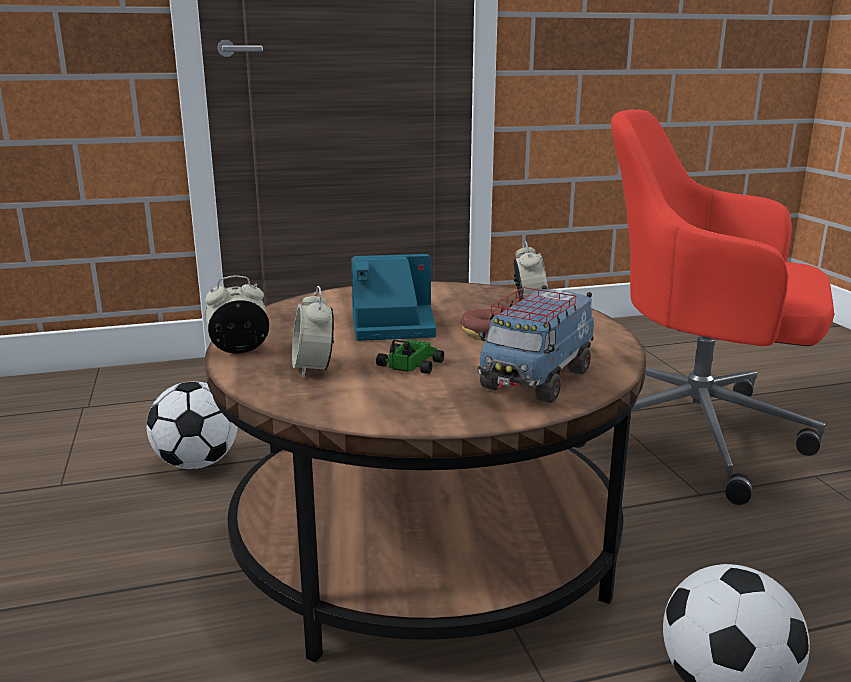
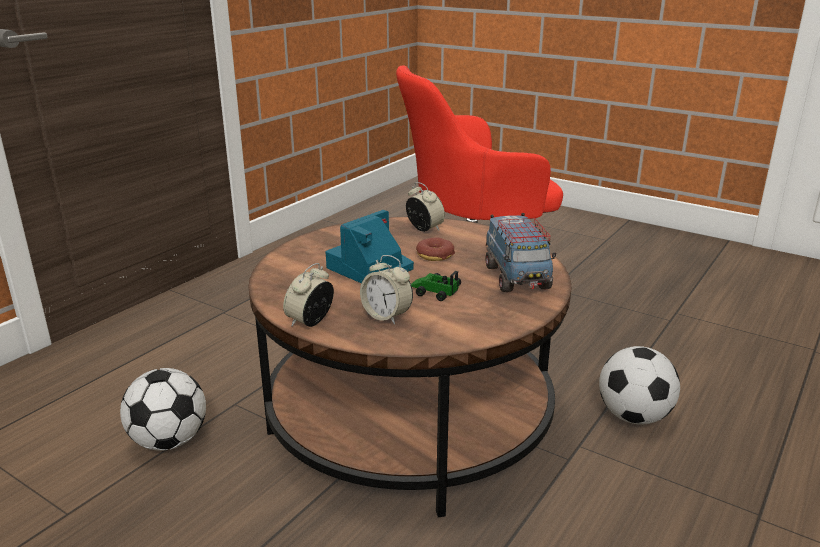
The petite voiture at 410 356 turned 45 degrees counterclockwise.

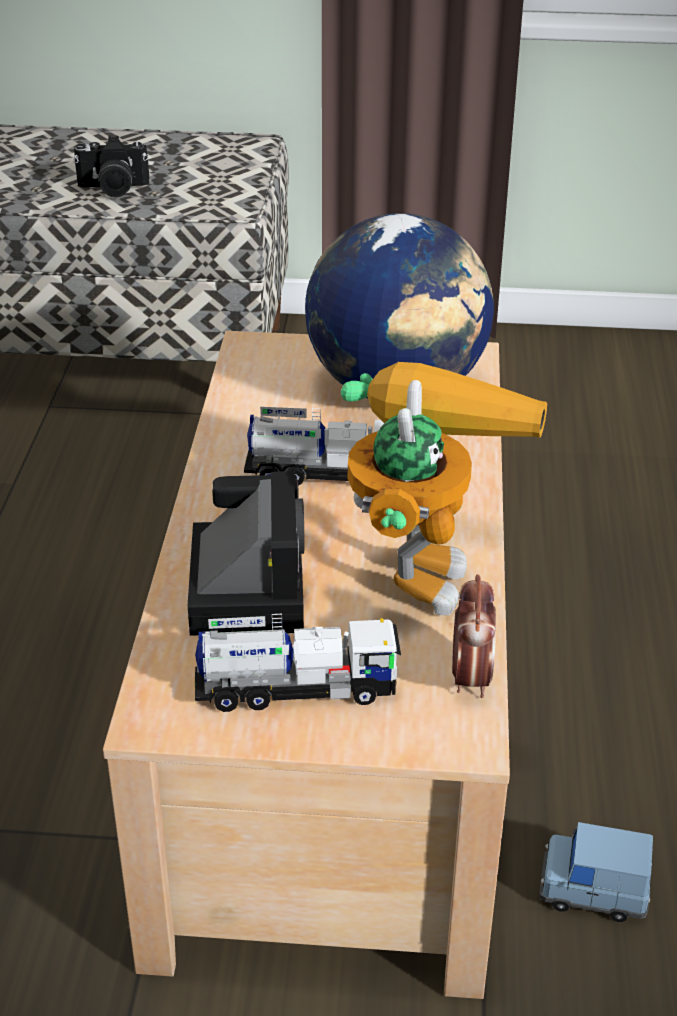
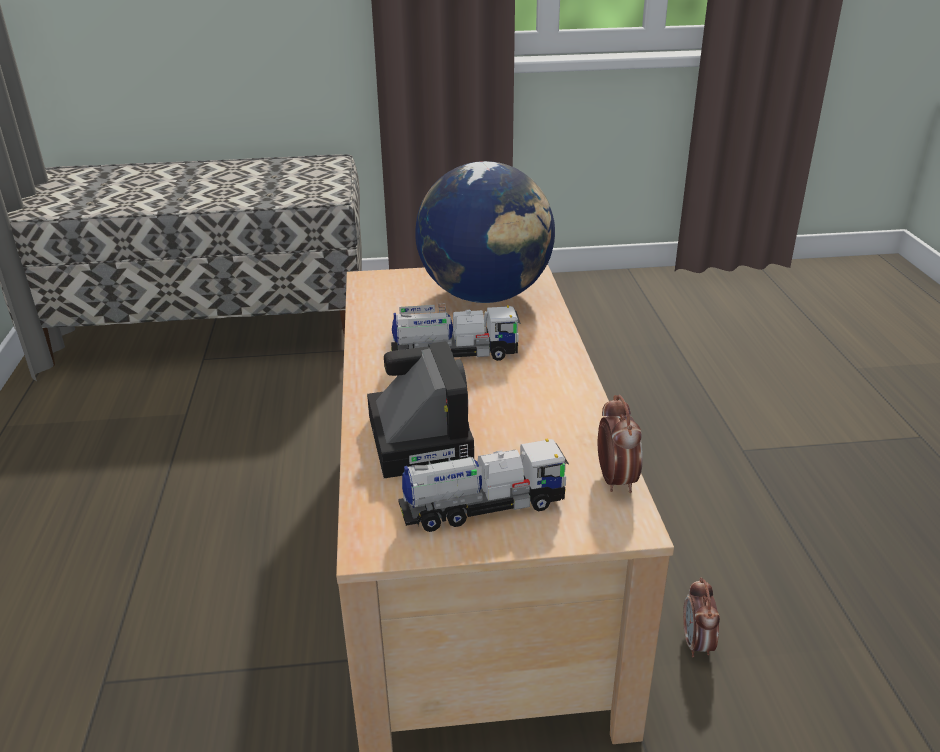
The petite voiture (bleu) at 596 872 was replaced by the réveil at 701 617. The appareil photo at 111 166 disappeared. The robot jouet at 444 488 disappeared.

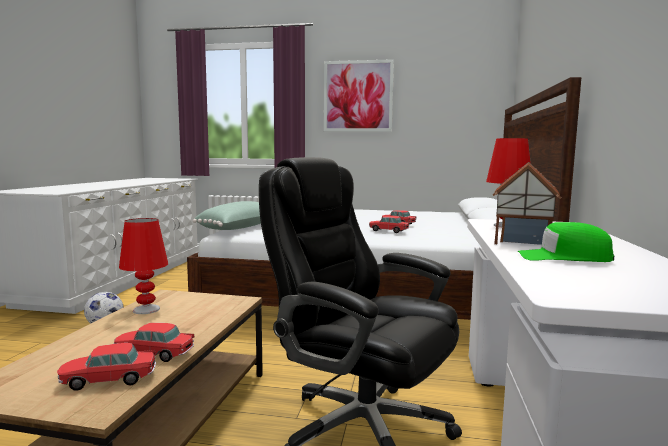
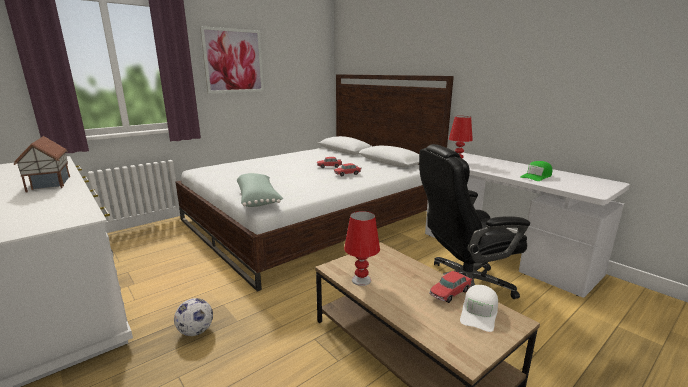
The maison miniature moved from 526 203 to 42 164. The petite voiture at 106 367 was replaced by the casquette (blanc) at 479 308.

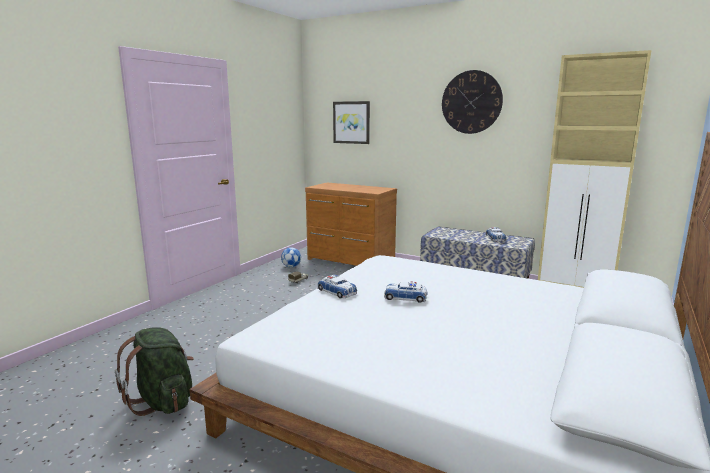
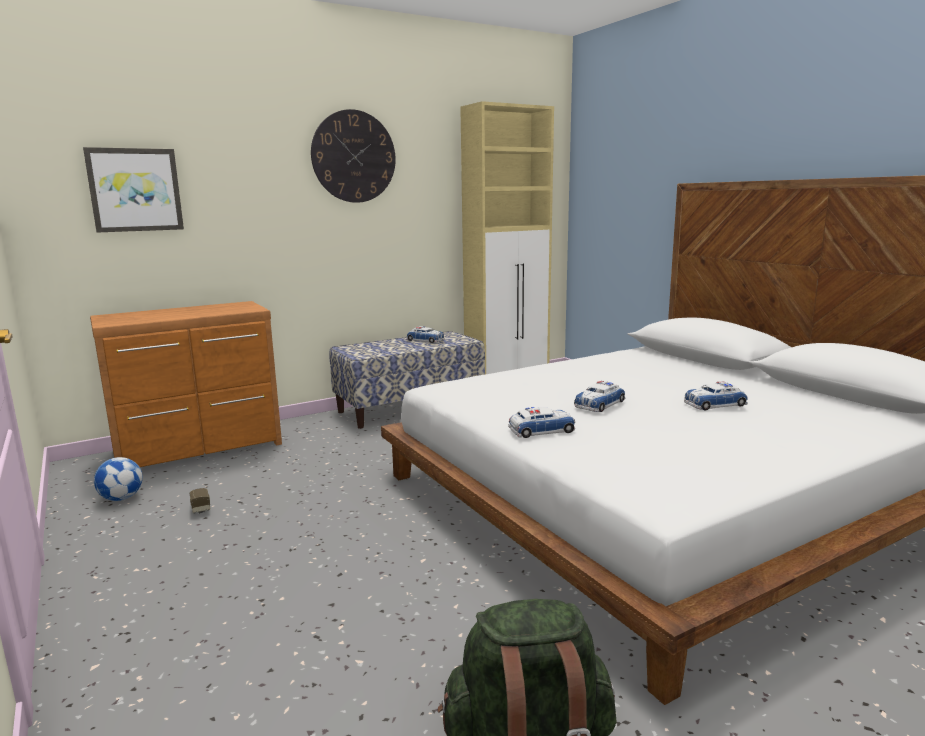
The petite voiture at 716 396 appeared.

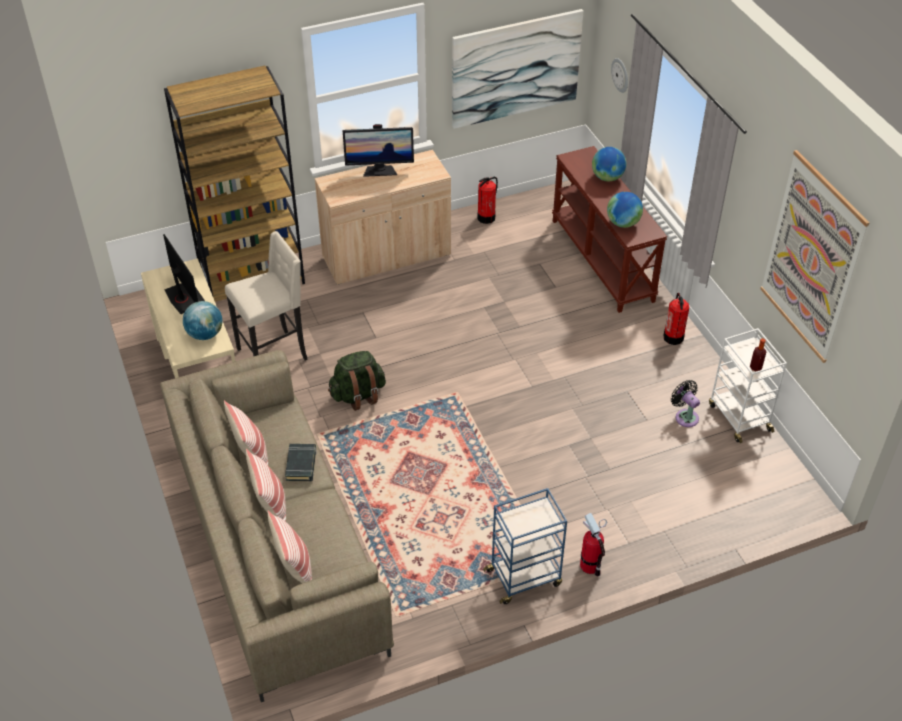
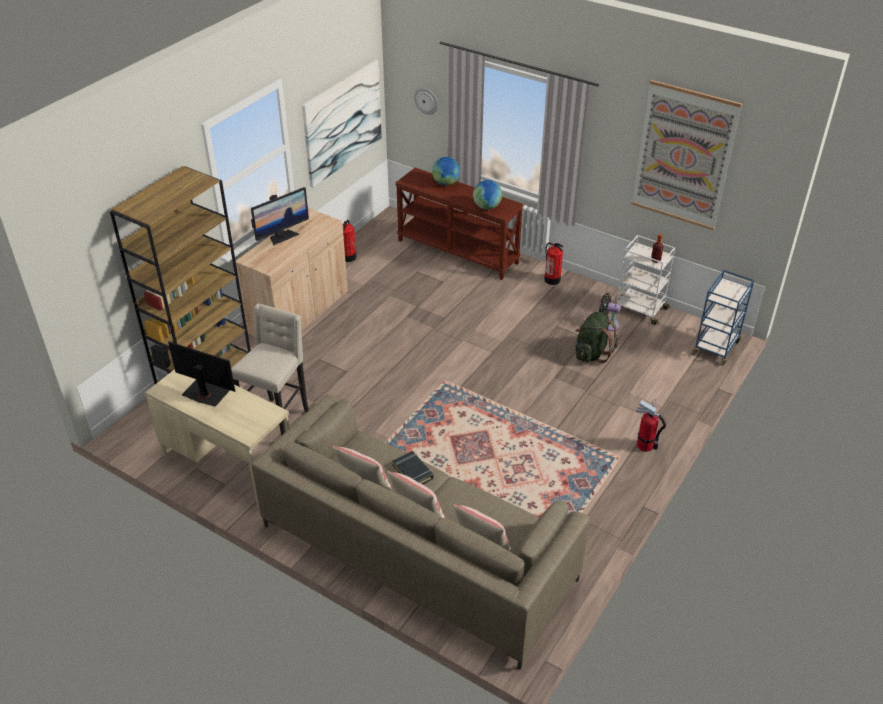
The sac à dos (vert) moved from 357 381 to 596 337. The chariot (bleu) moved from 525 546 to 722 318. The globe at 203 320 disappeared.

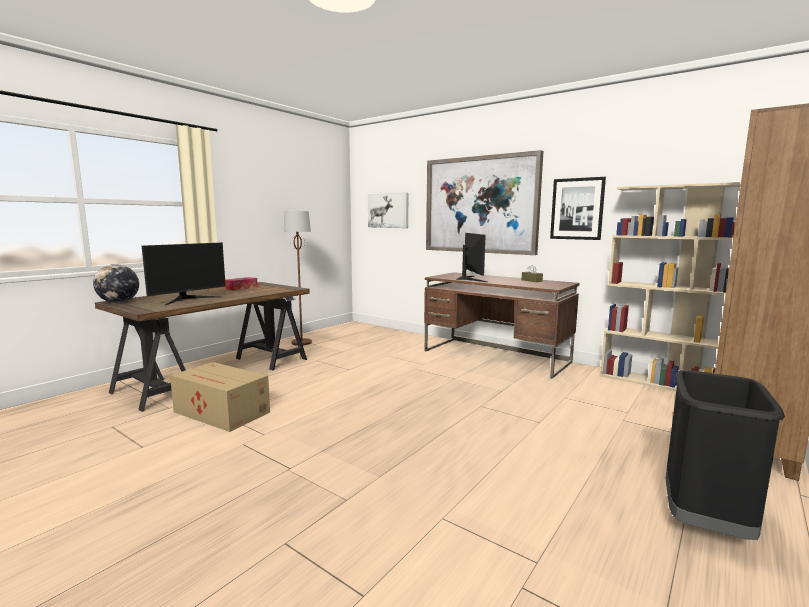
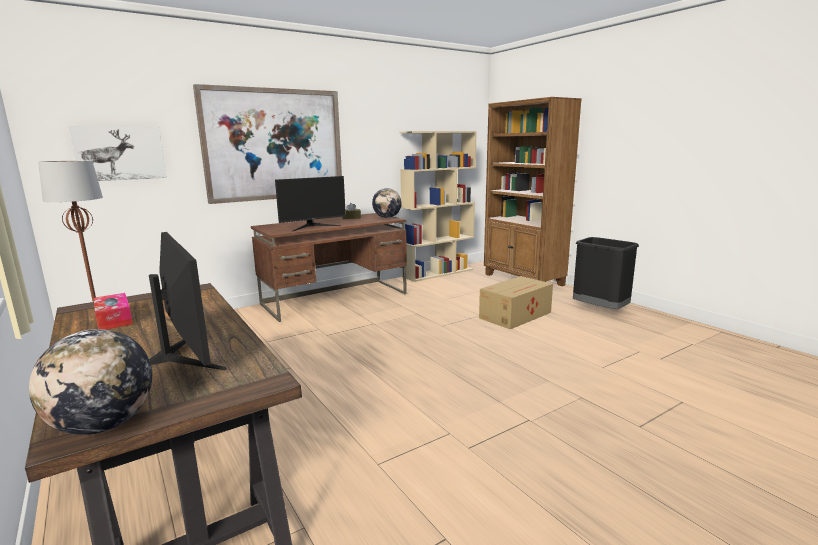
The écran d'ordinateur at 472 257 turned 135 degrees clockwise. The globe at 387 203 appeared. The carton moved from 220 397 to 516 302. The tableau at 578 208 disappeared.

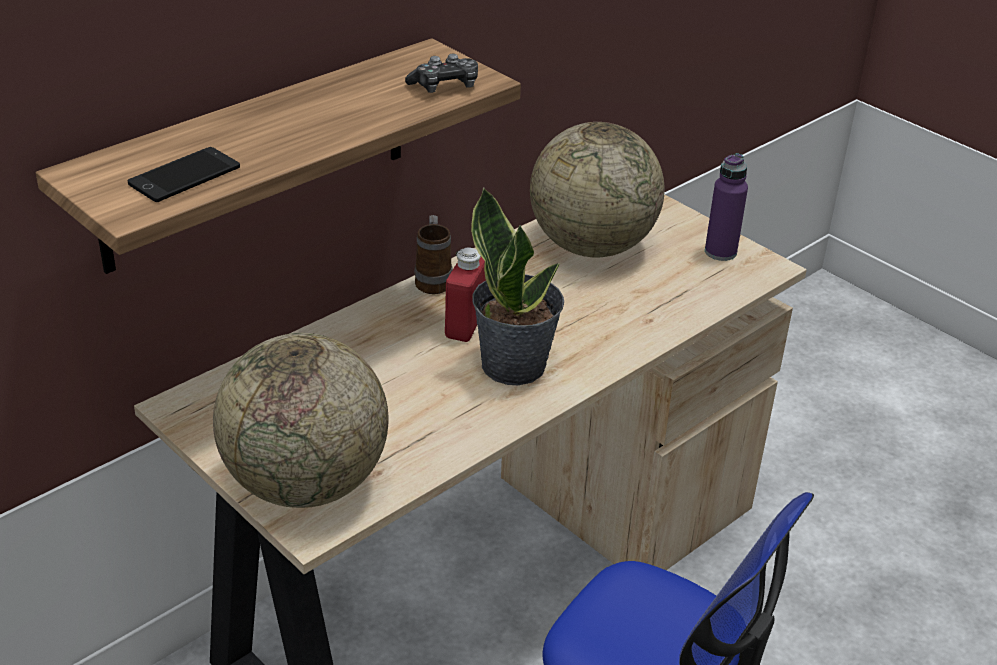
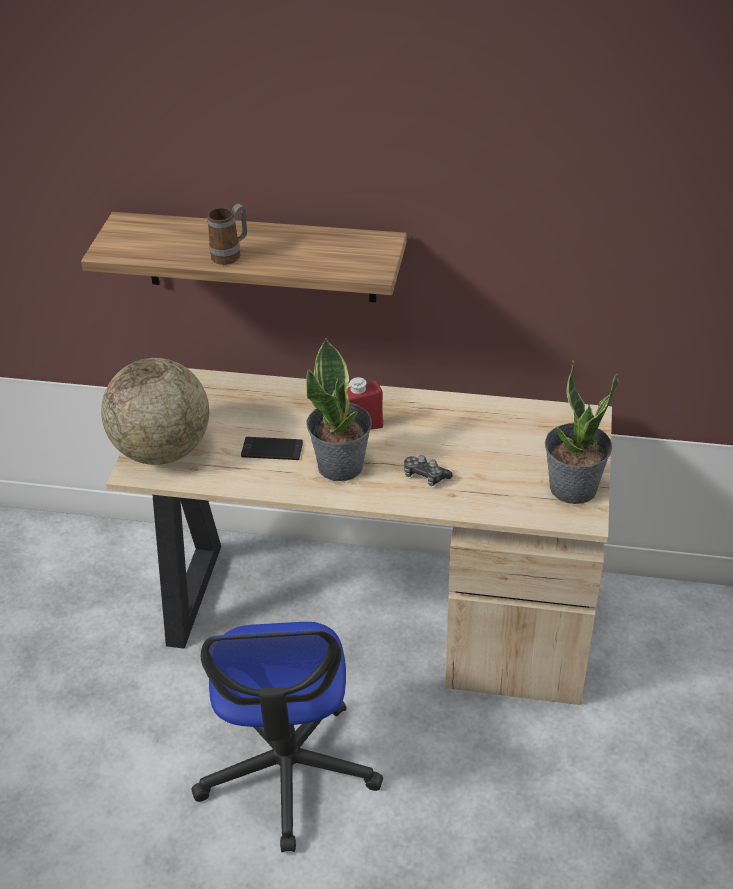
The mug moved from 433 254 to 227 234. The téléphone moved from 184 174 to 272 448. The manette moved from 441 73 to 428 470. The bouteille (violet) at 726 207 was replaced by the plante en pot at 582 432. The globe at 597 189 disappeared.

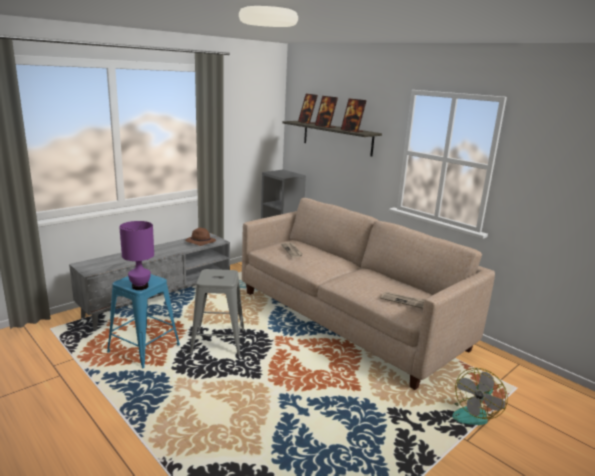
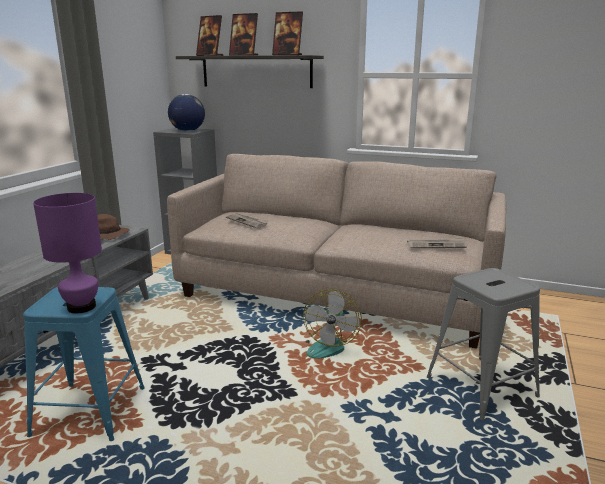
The globe at 186 112 appeared. The ventilateur moved from 480 396 to 332 323. The tabouret (gris) moved from 217 312 to 483 344.

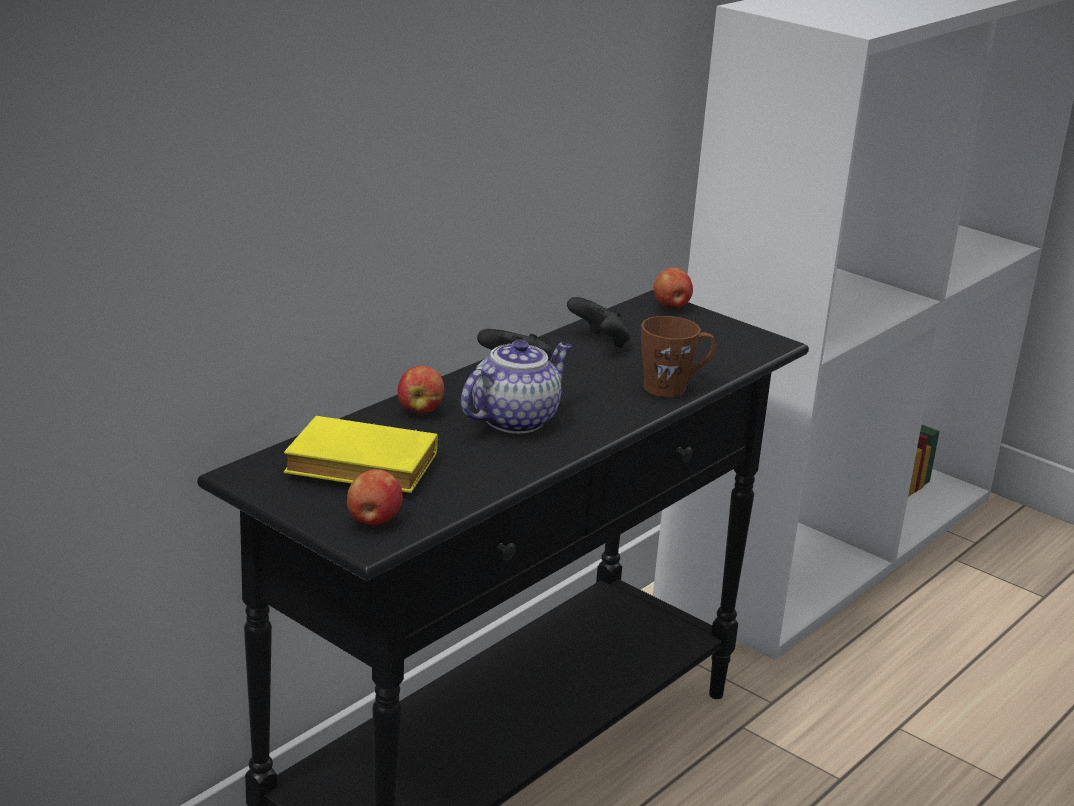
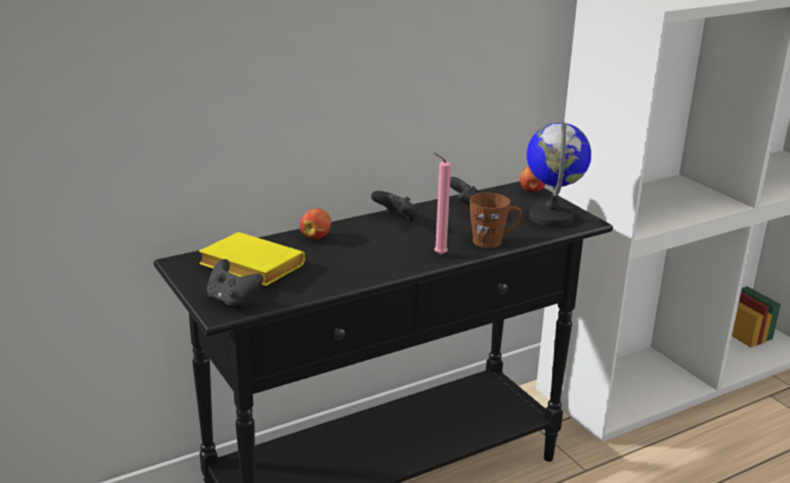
The pomme at 375 497 was replaced by the manette (noir) at 235 284. The bougie (rose) at 442 204 appeared. The globe at 559 174 appeared. The théière at 516 387 disappeared.

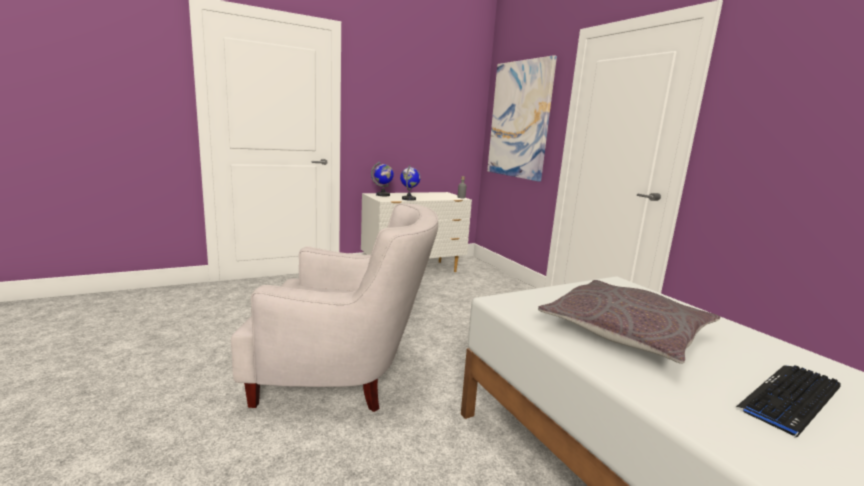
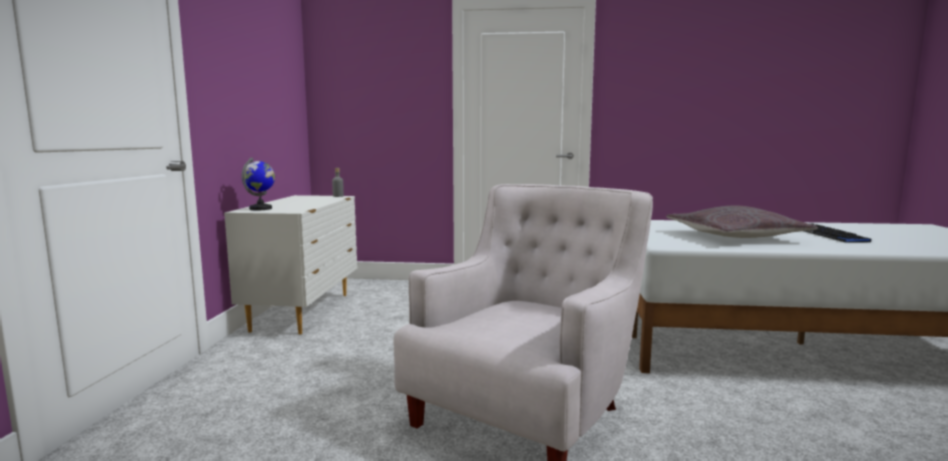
The globe at 410 183 disappeared. The tableau at 522 118 disappeared.

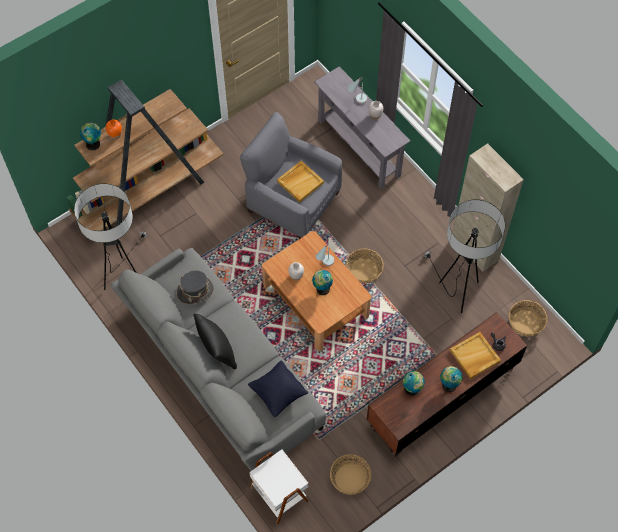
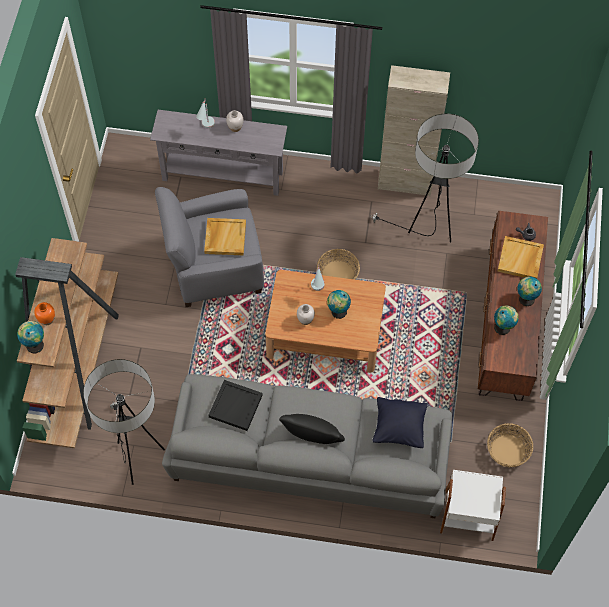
The chapeau (gris) at 195 287 was replaced by the plateau (noir) at 235 405. The panier at 528 318 disappeared.

